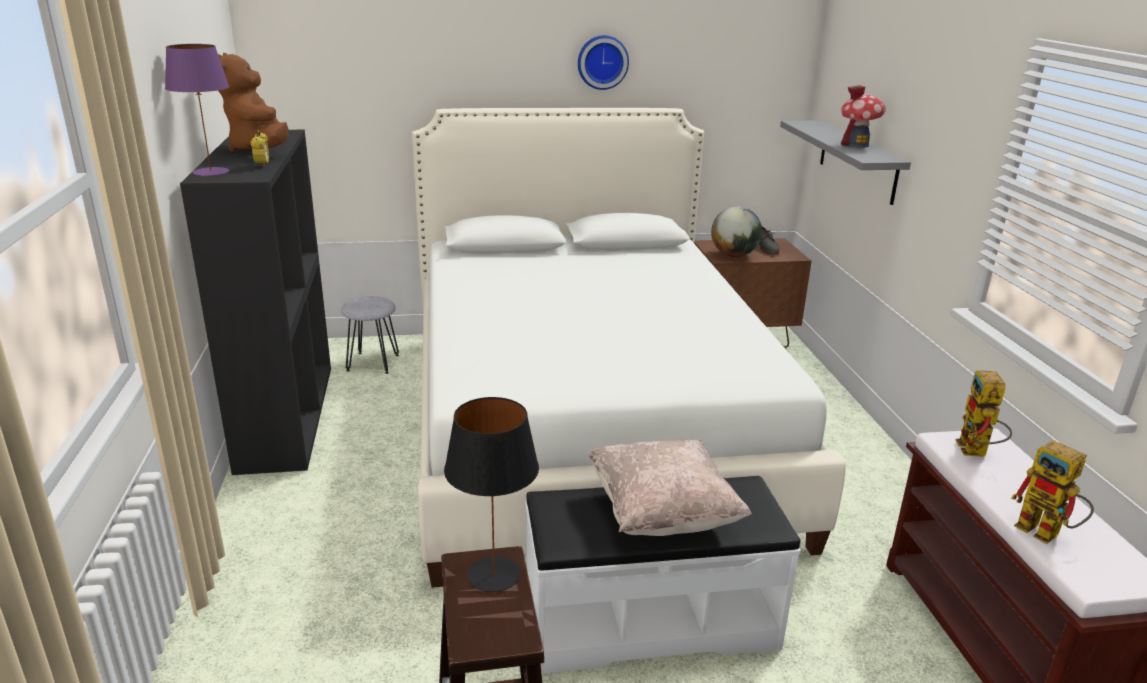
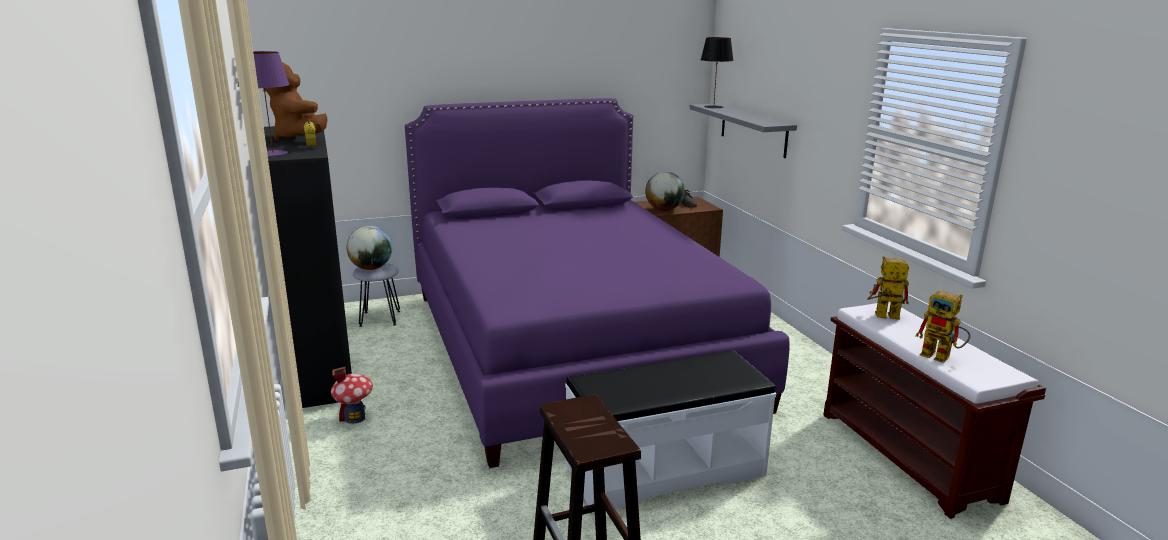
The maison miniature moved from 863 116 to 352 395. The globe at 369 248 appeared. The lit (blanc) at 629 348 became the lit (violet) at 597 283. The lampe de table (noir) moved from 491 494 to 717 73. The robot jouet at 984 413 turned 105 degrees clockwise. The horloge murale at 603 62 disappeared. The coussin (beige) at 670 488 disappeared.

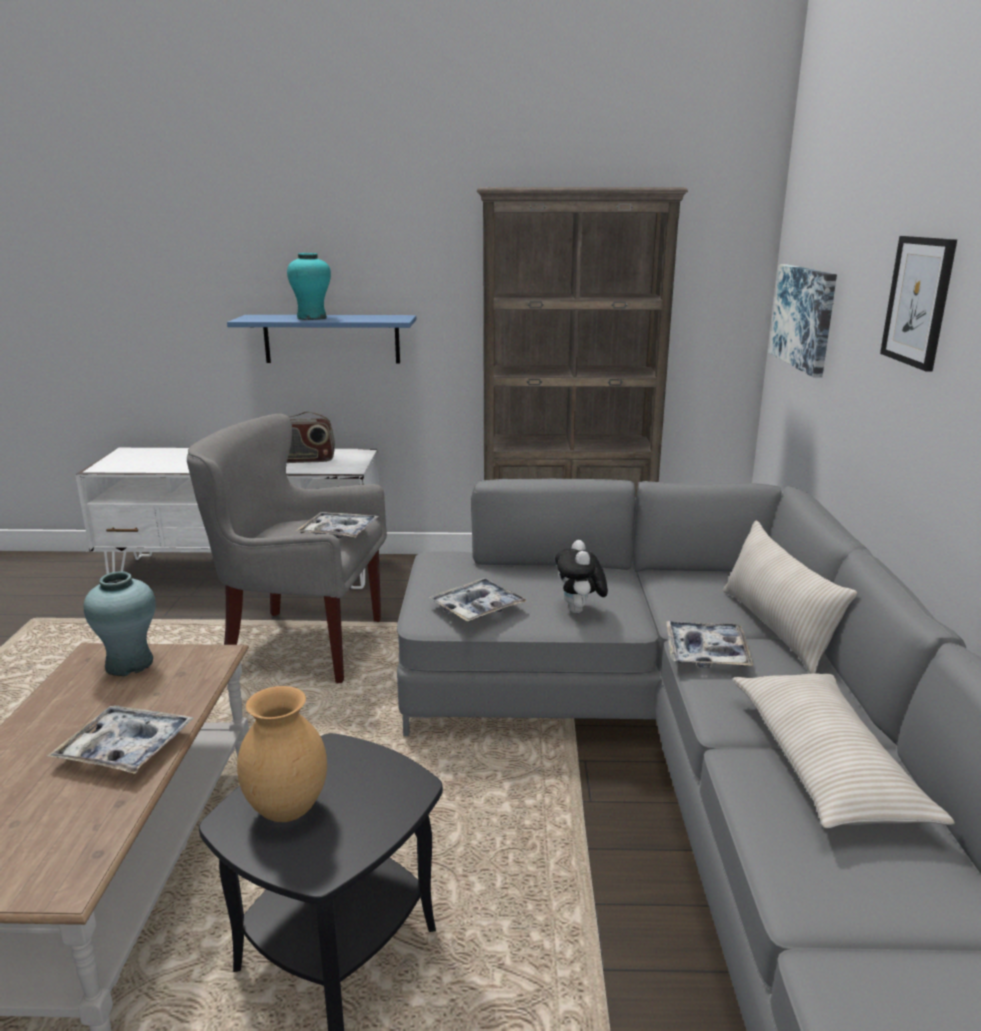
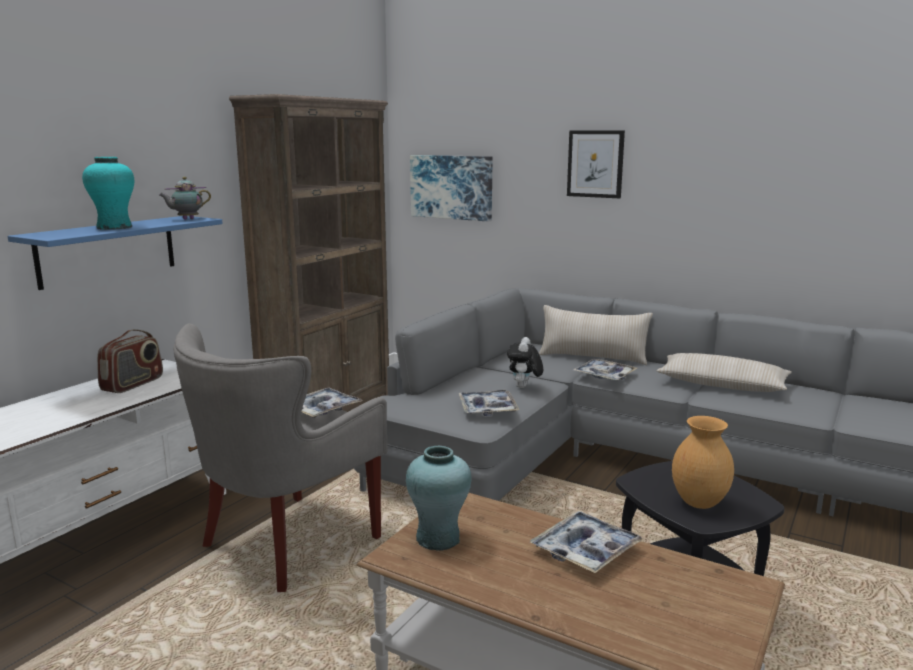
The théière at 185 198 appeared. The peluche at 581 576 turned 75 degrees clockwise.

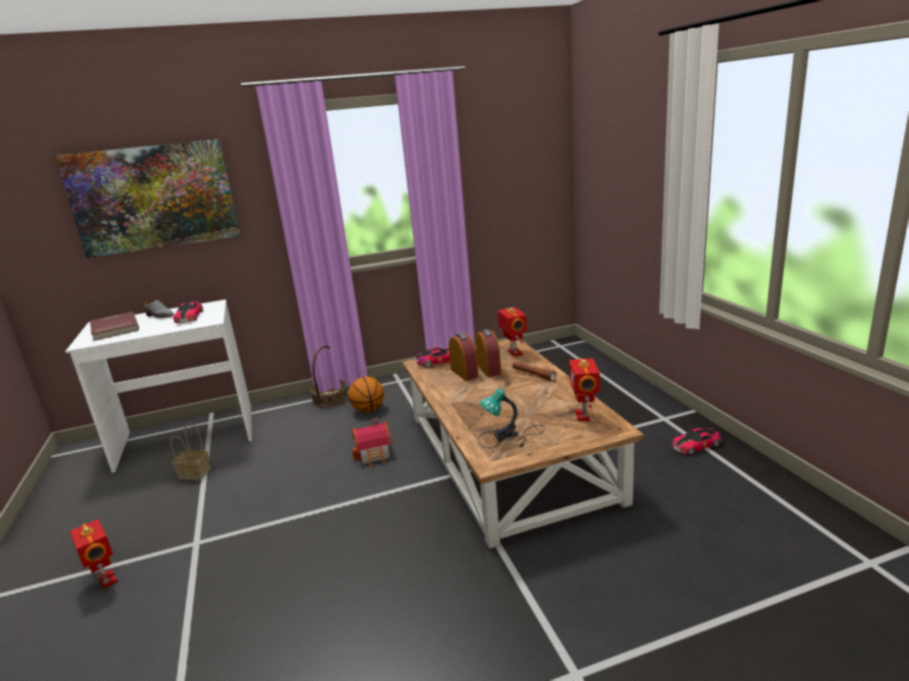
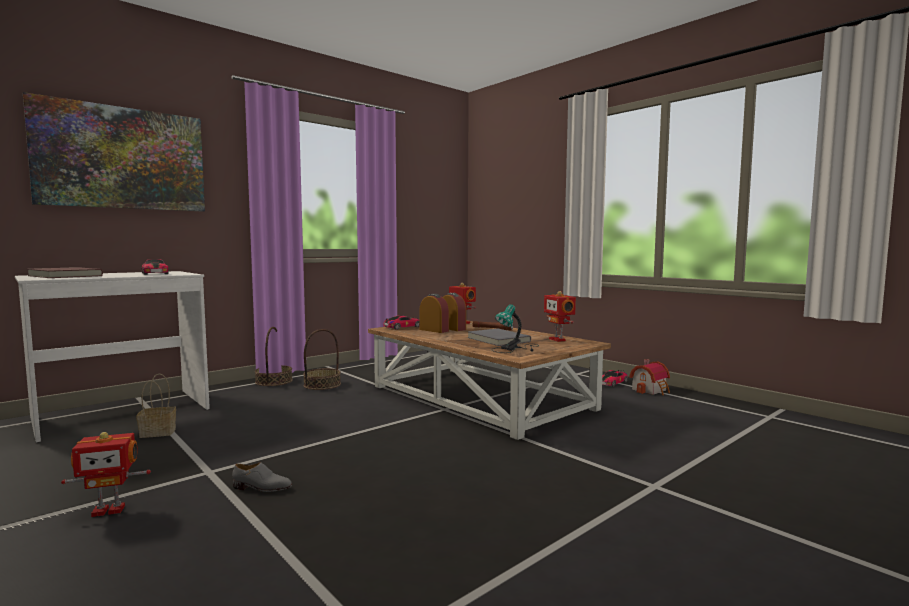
The robot jouet at 94 553 turned 135 degrees clockwise. The chaussure (gris) moved from 159 309 to 262 477. The ballon de basket at 366 394 was replaced by the panier at 322 359. The livre (gris) at 499 337 appeared. The maison miniature moved from 372 442 to 649 377.

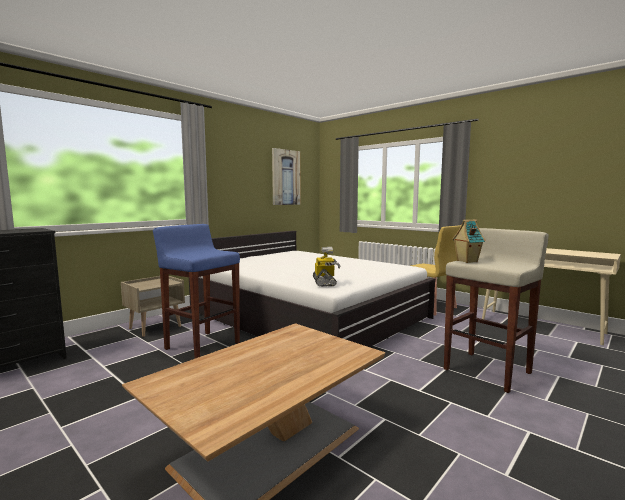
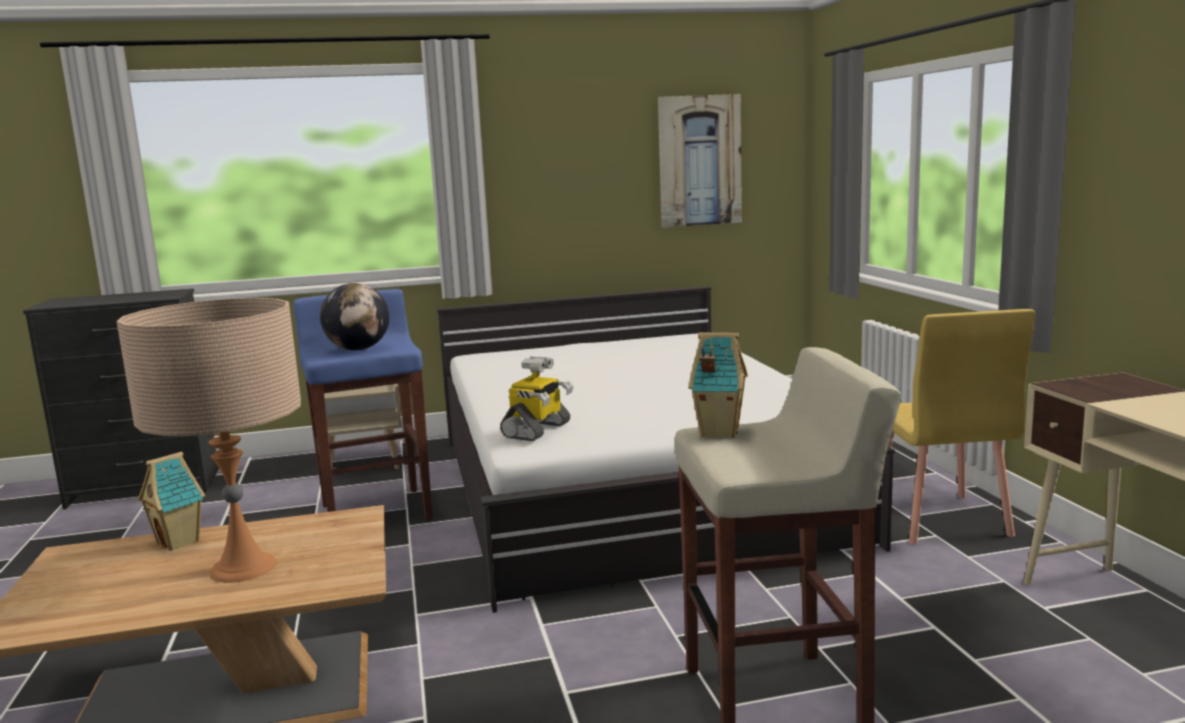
The lampe de table (beige) at 209 440 appeared. The maison miniature at 171 501 appeared. The globe at 354 316 appeared.

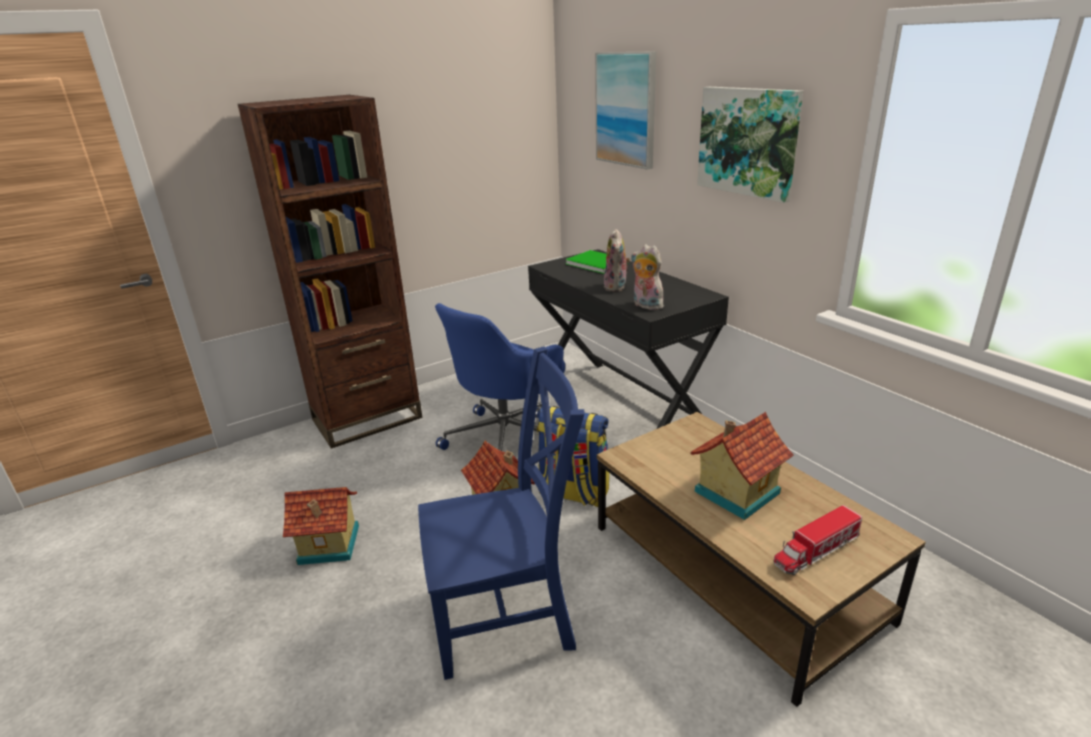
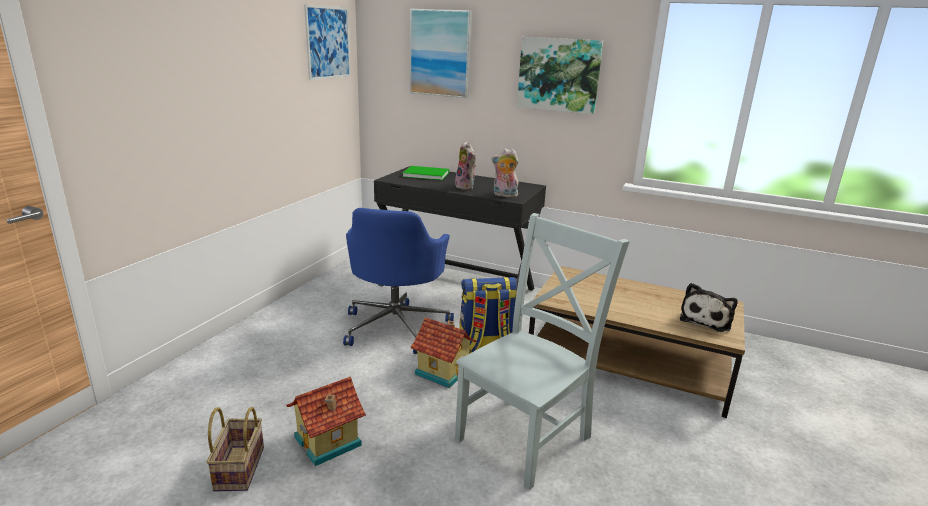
The panier at 235 449 appeared. The tableau at 327 42 appeared. The chaise (bleu) at 501 513 became the chaise (gris) at 542 351. The camion jouet at 817 540 was replaced by the peluche at 709 307. The bibliothèque (marron) at 330 272 disappeared. The maison miniature at 742 466 disappeared.

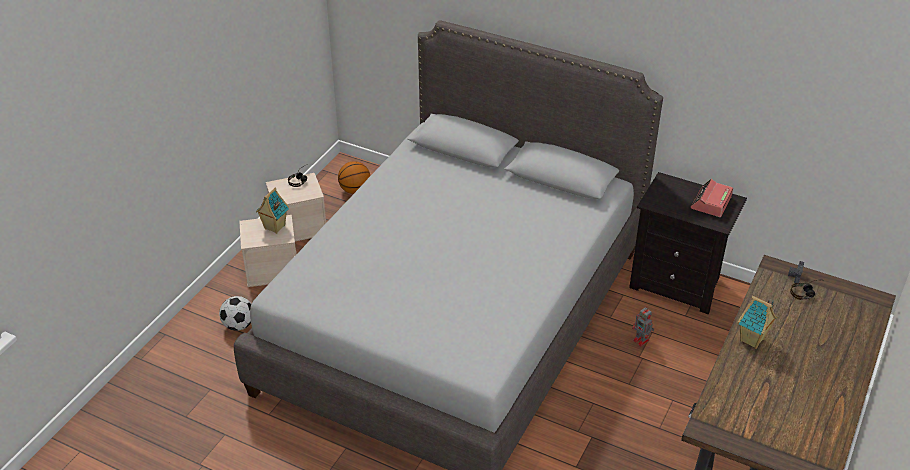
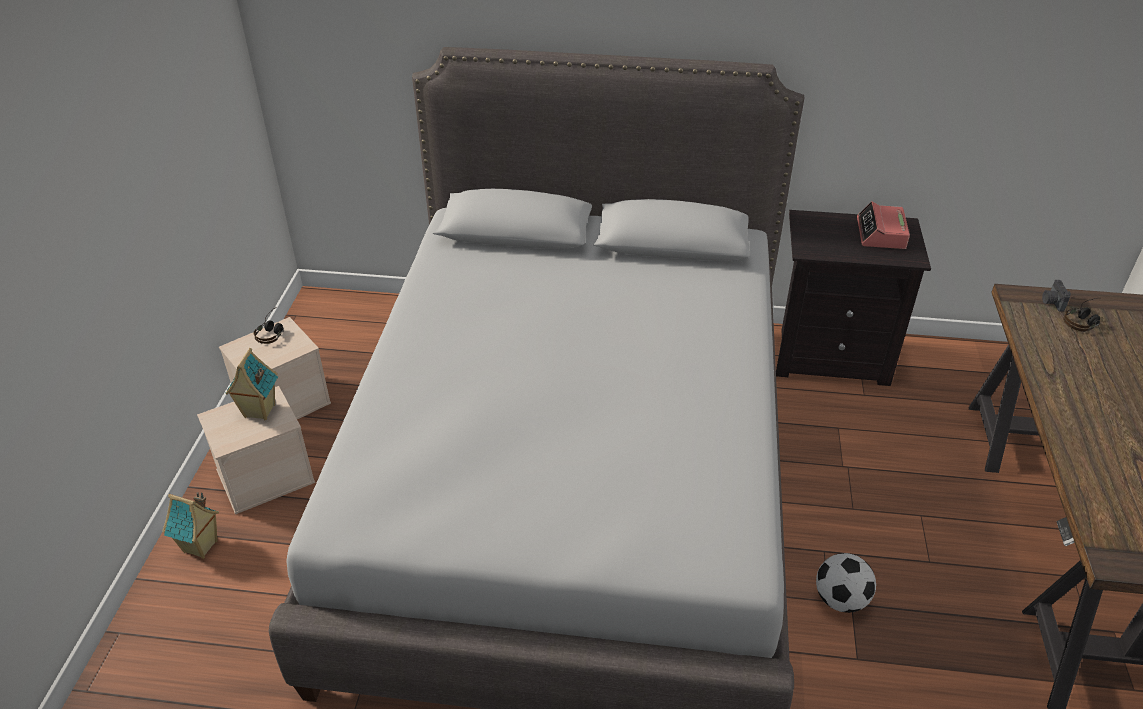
The maison miniature moved from 757 322 to 190 525. The ballon de foot moved from 235 313 to 846 583. The ballon de basket at 354 177 disappeared. The robot jouet at 643 326 disappeared.

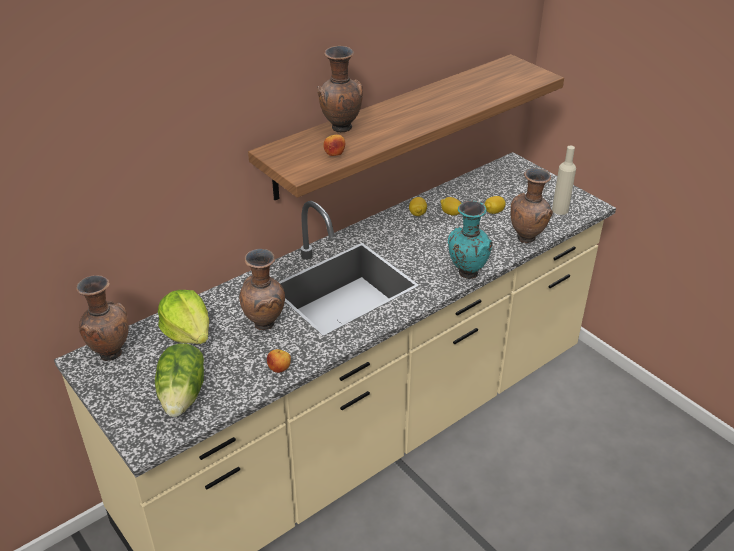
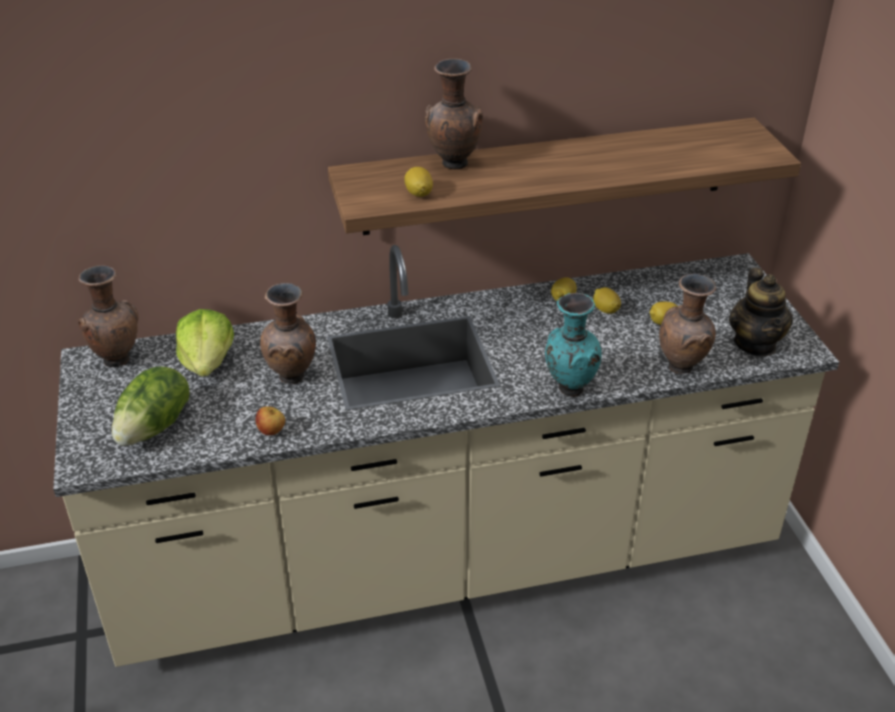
The pomme at 334 145 was replaced by the citron at 418 182. The bouteille (beige) at 564 180 was replaced by the théière at 761 312.

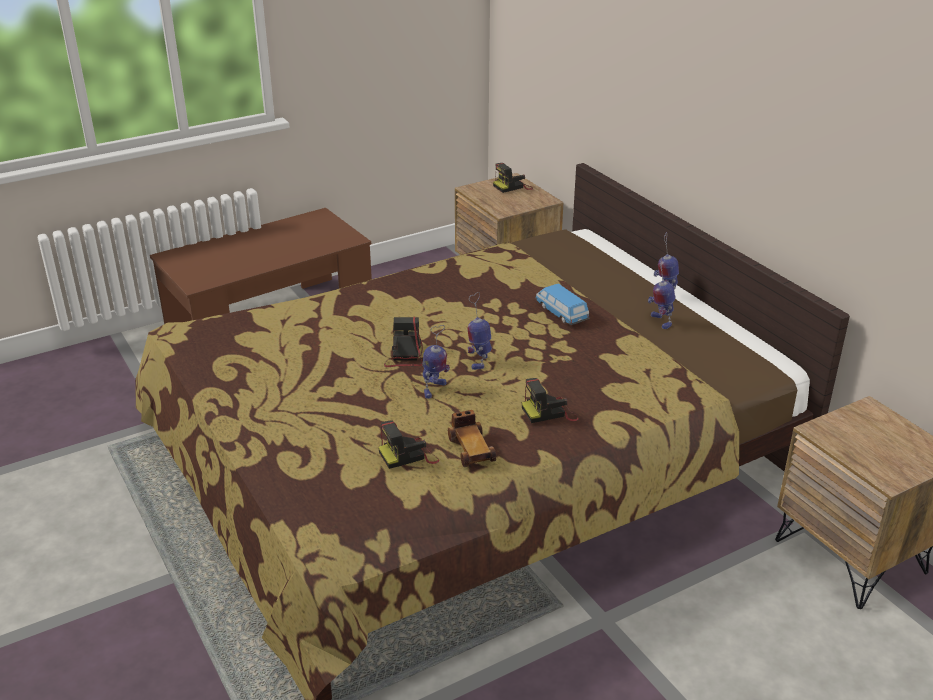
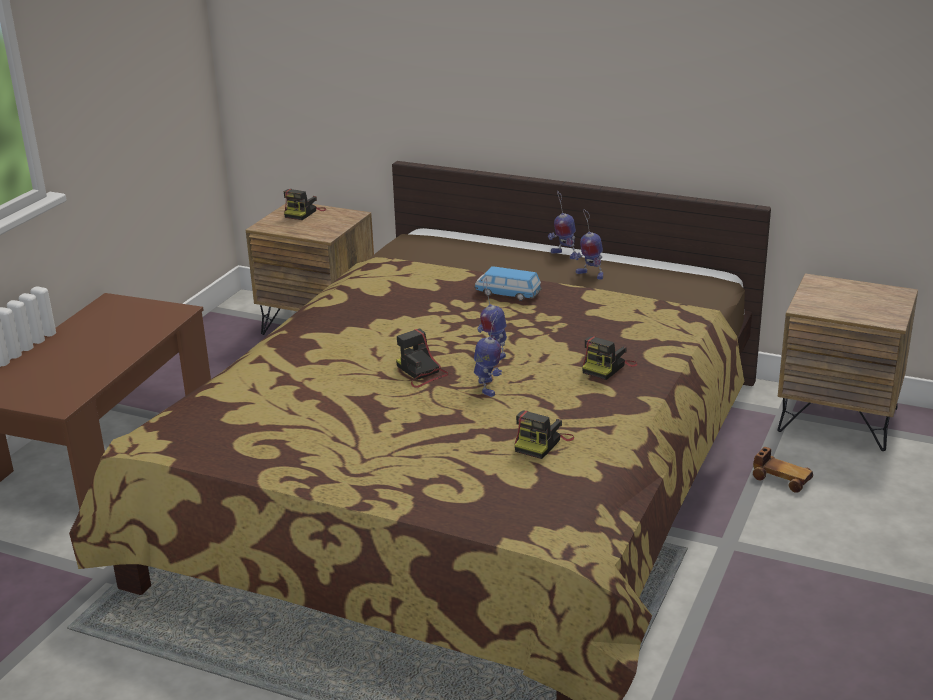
The petite voiture moved from 472 438 to 783 470.

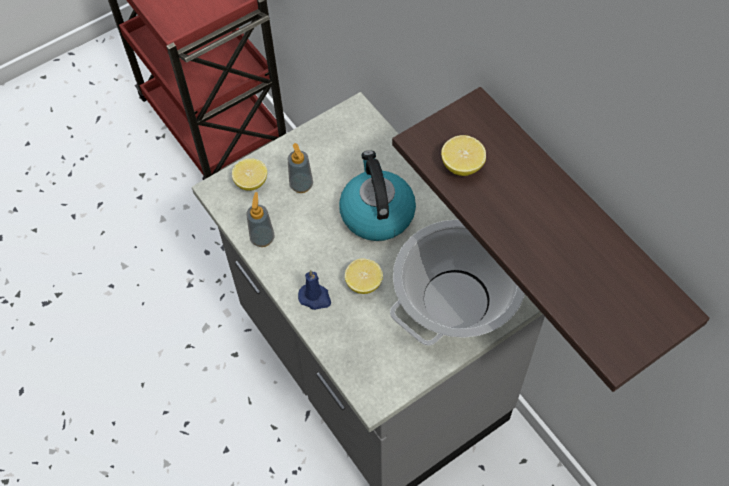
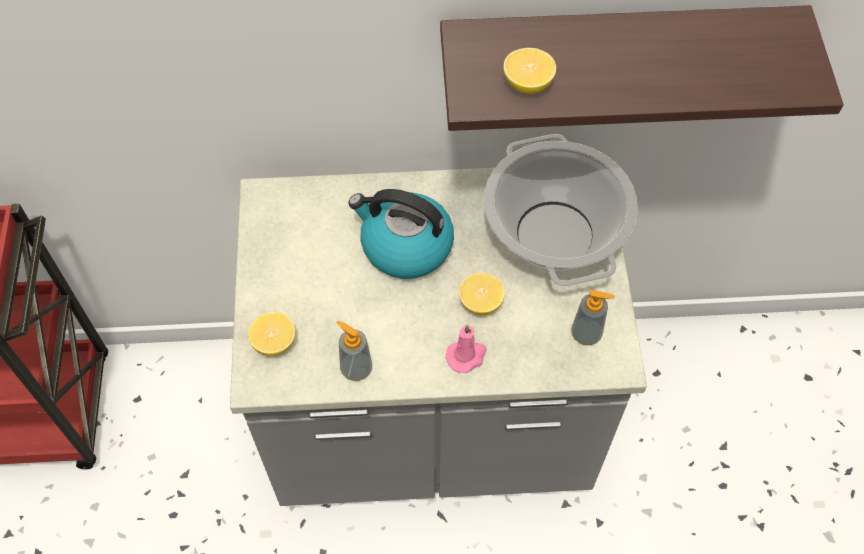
The bougie (bleu) at 314 290 became the bougie (rose) at 466 348. The distributeur de savon moved from 300 168 to 593 317.

